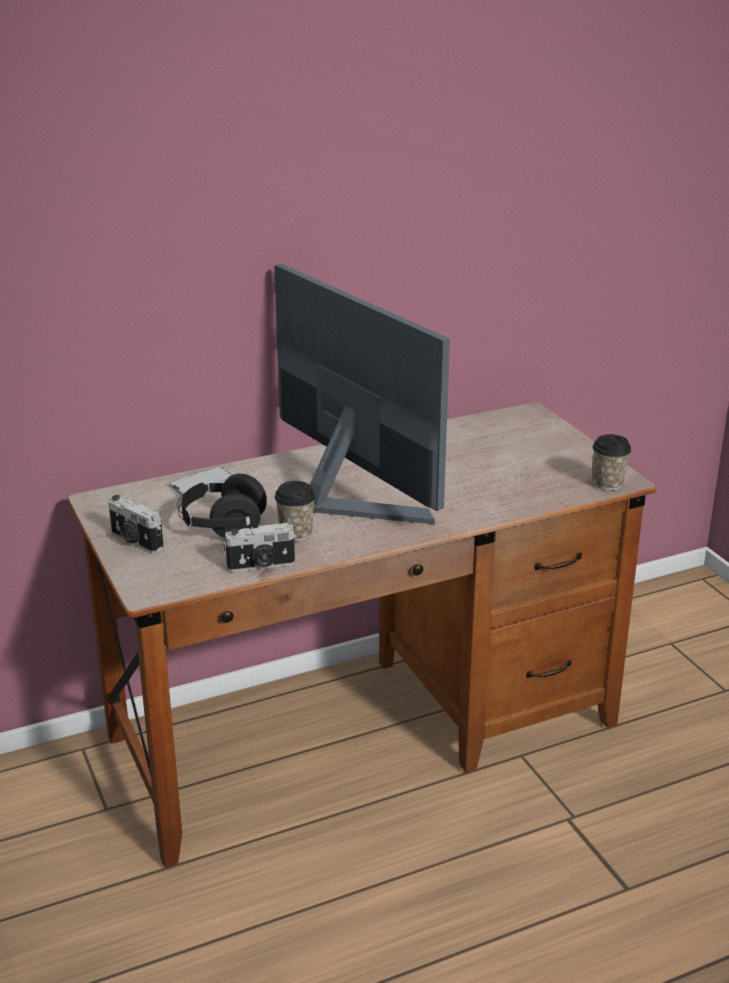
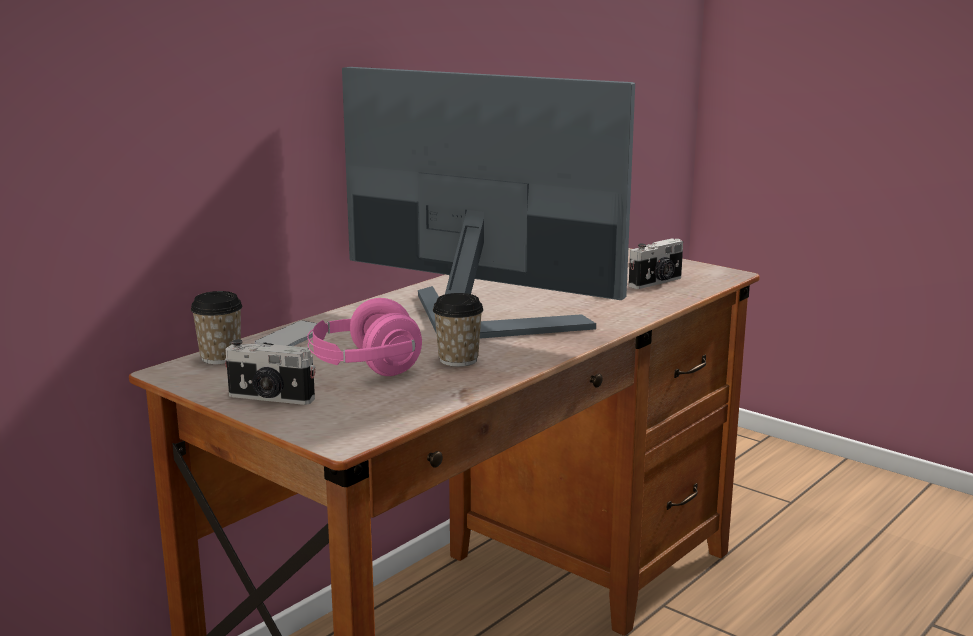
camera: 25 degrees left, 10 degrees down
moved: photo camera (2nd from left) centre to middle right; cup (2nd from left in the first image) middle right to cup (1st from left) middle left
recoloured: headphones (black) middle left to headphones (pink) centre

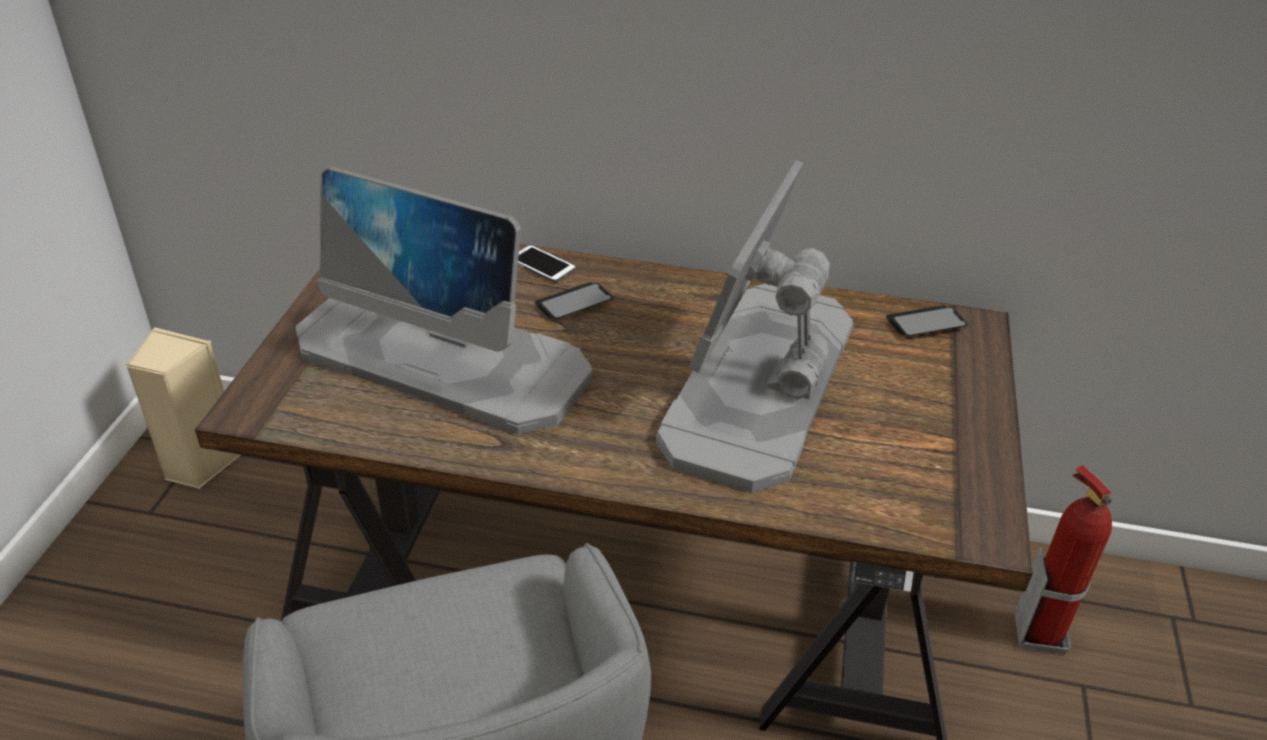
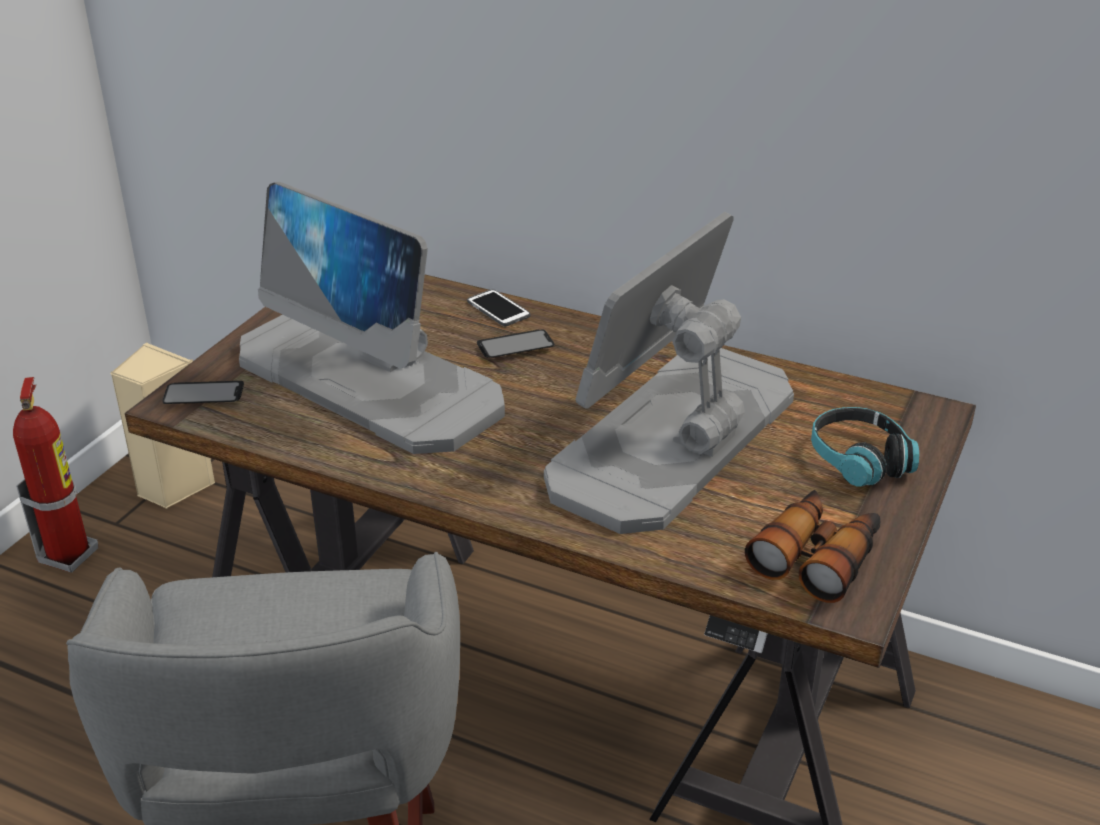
camera: 15 degrees right, 5 degrees down
added: binoculars middle right; headphones middle right
moved: phone (3rd from left in the first image) middle right to phone (1st from left) middle left; fire extinguisher bottom right to middle left

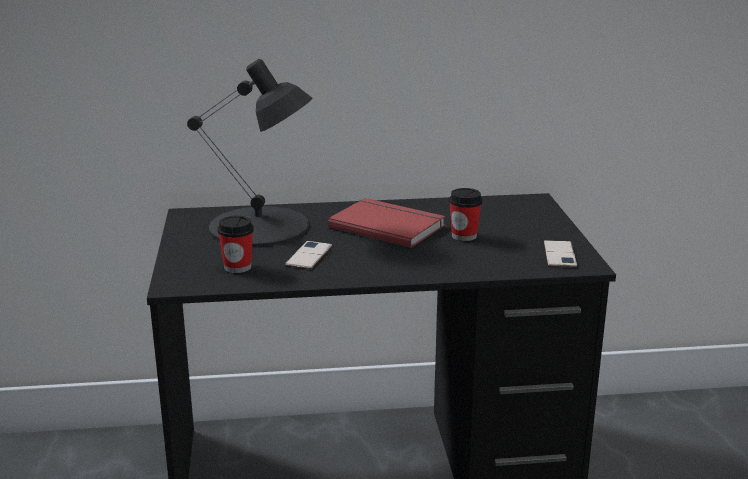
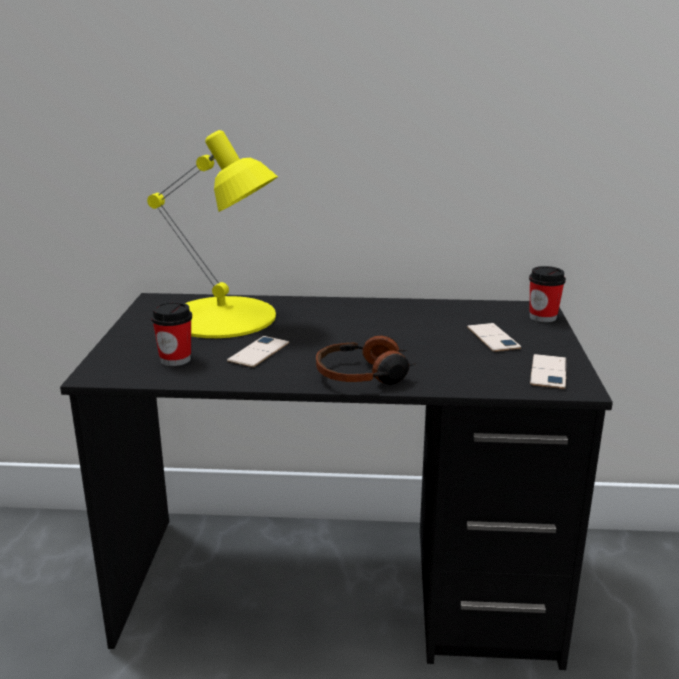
camera: 10 degrees right, 0 degrees up
removed: book (red) centre
added: headphones centre; phone (2nd from left) middle right
moved: cup (2nd from left) centre to middle right
recoloured: table lamp (black) top centre to table lamp (yellow) middle left

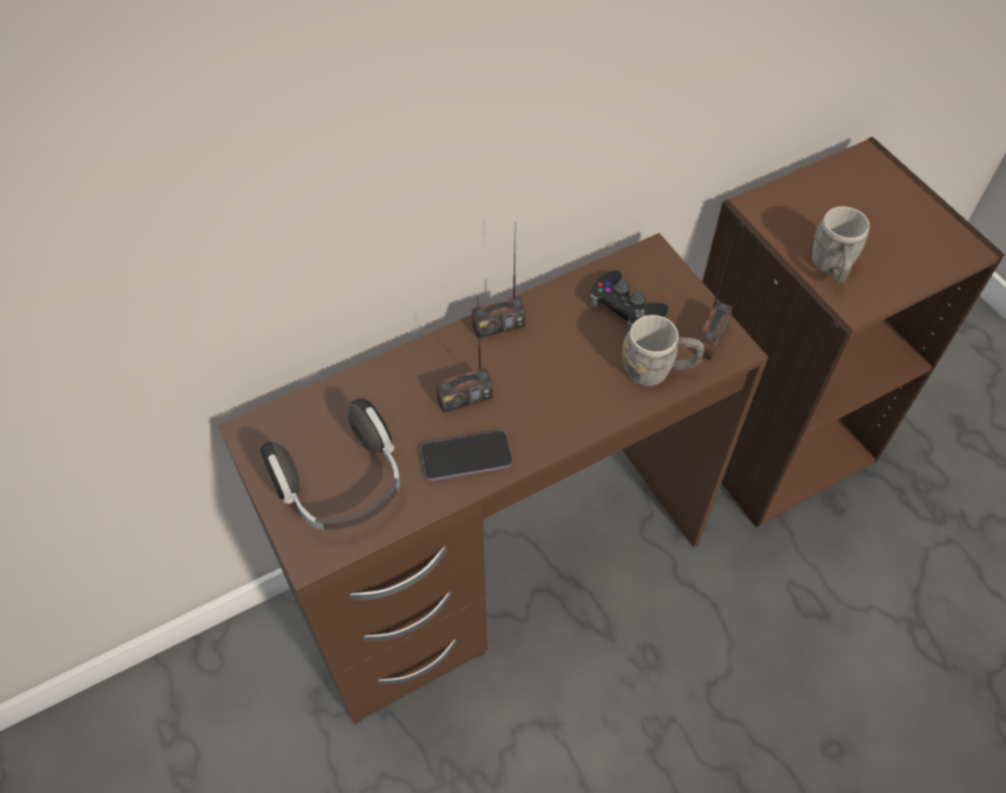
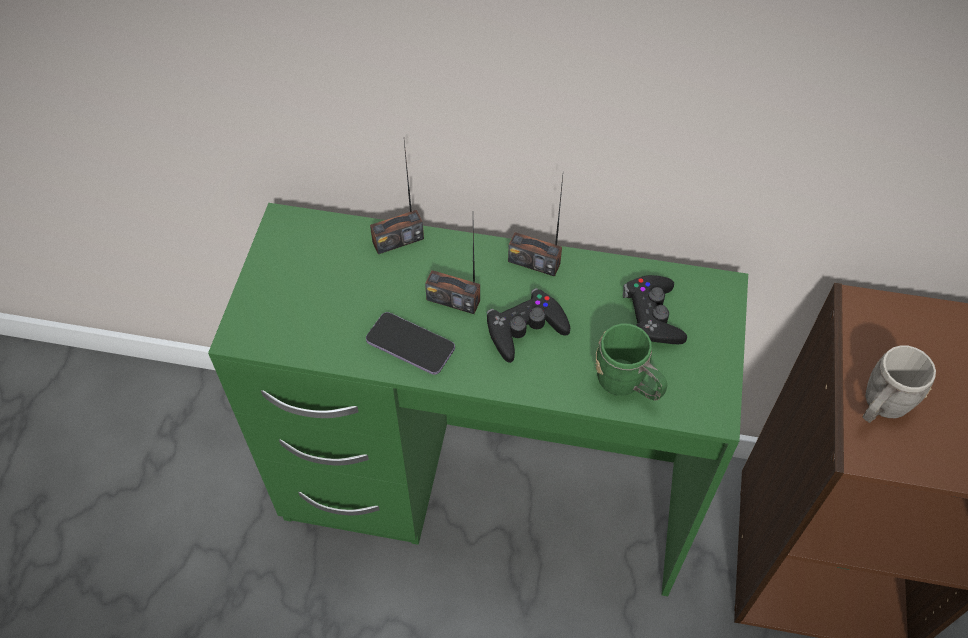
camera: 40 degrees right, 0 degrees up
removed: headphones middle left
added: game controller (black) (1st from left) centre
moved: radio (3rd from left in the first image) middle right to radio (1st from left) top centre
recoloured: desk (brown) centre to desk (green) centre; mug (grey) (1st from left) centre to mug (green) centre

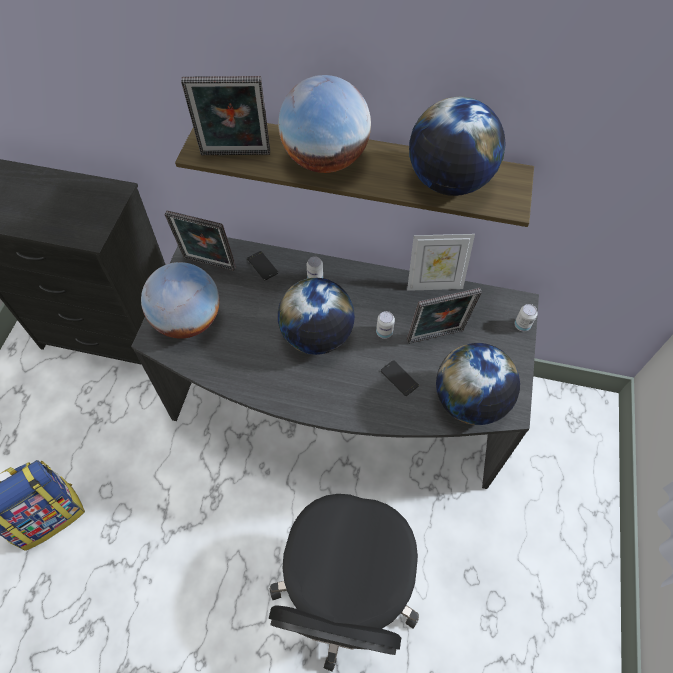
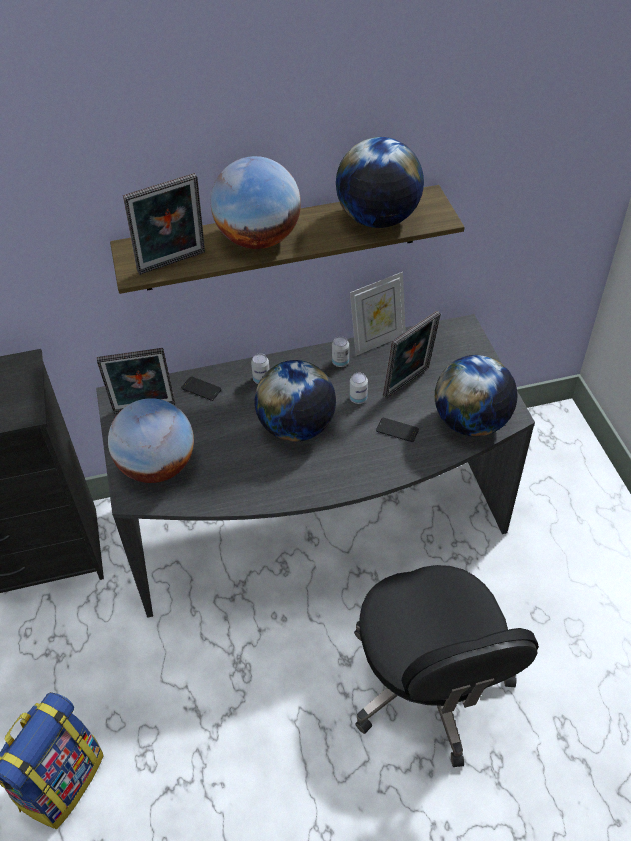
camera: 25 degrees left, 10 degrees down
moved: can (3rd from left in the first image) middle right to can (2nd from left) centre

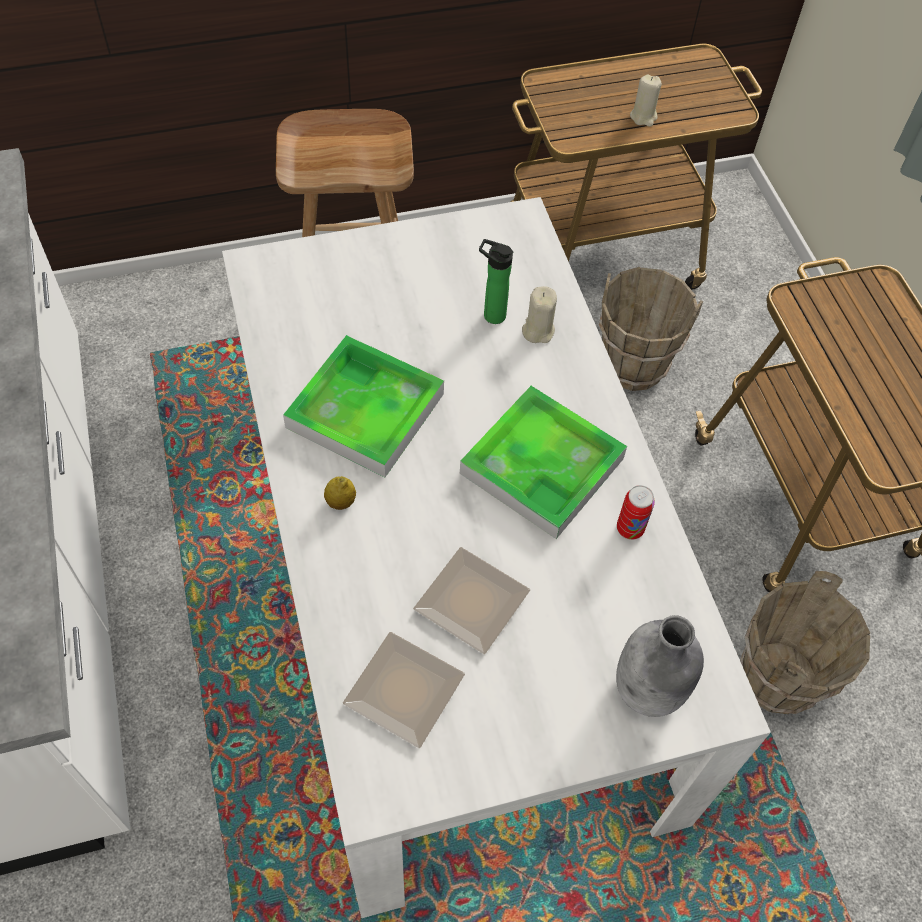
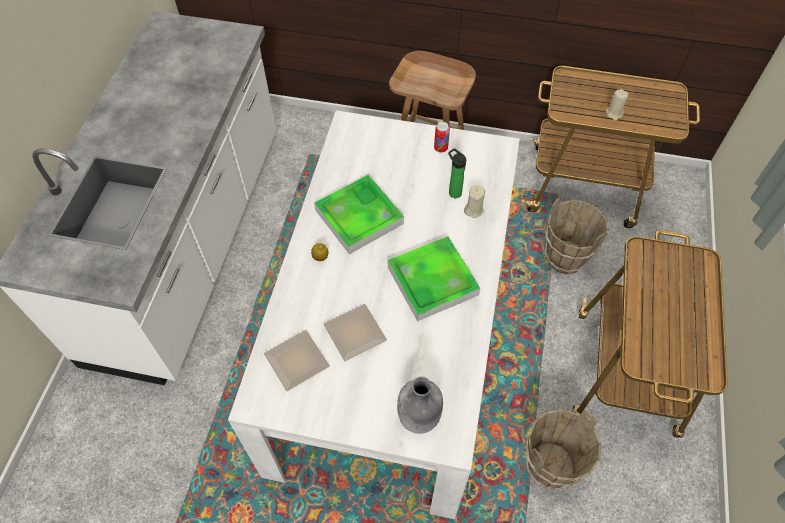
camera: 30 degrees right, 0 degrees up
moved: can middle right to top centre

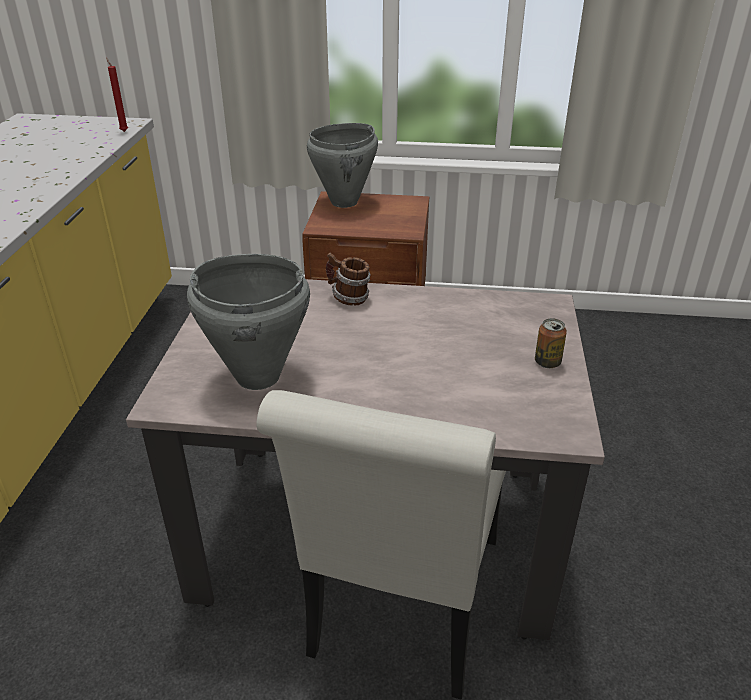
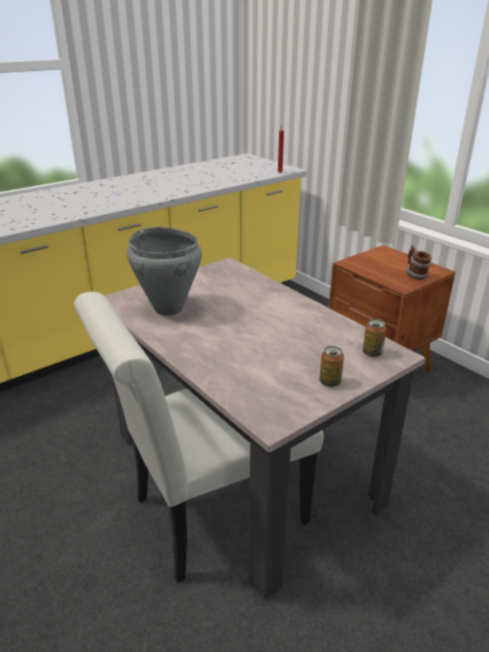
camera: 45 degrees right, 5 degrees down
removed: cooking pot (grey) (2nd from left) top centre
added: can (2nd from left) middle right
moved: mug centre to middle right

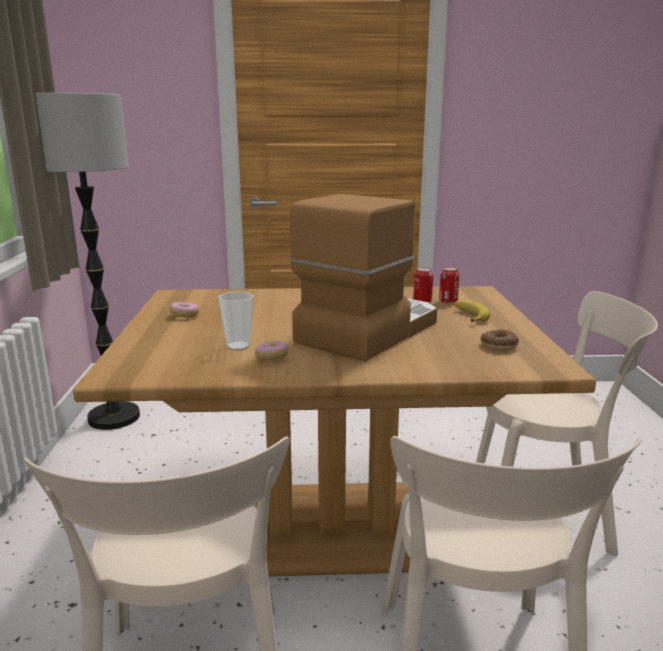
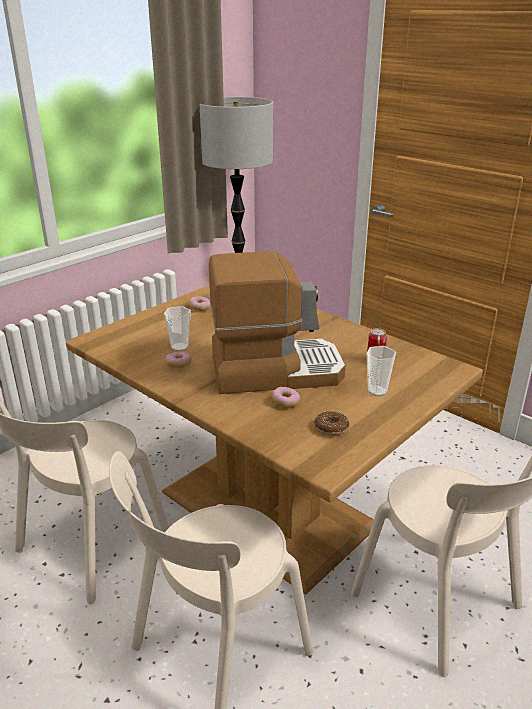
camera: 45 degrees right, 10 degrees up
removed: can (2nd from left) middle right
added: donut (3rd from left) centre
replaced: banana middle right to cup (2nd from left) middle right

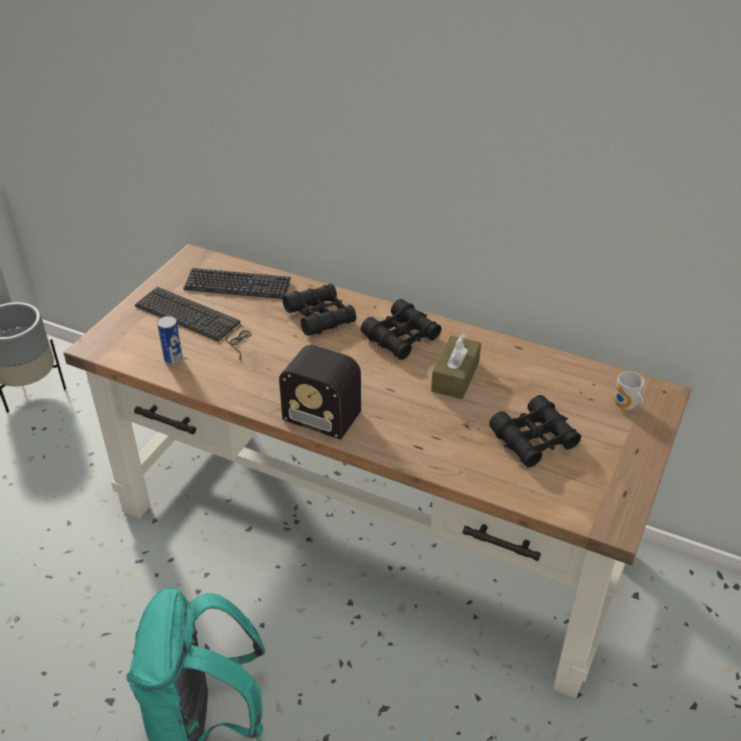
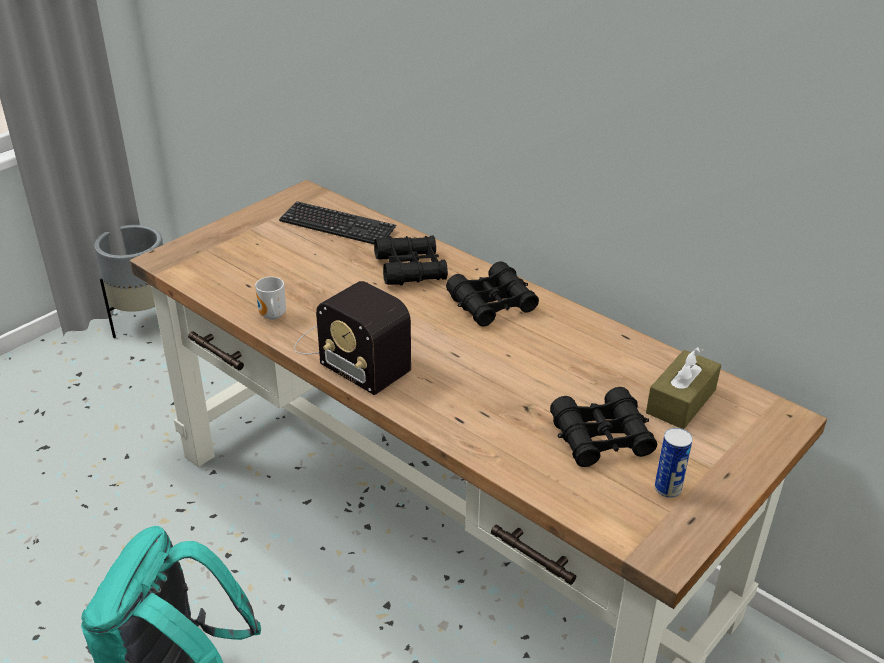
camera: 15 degrees right, 5 degrees down
removed: keyboard (1st from left) middle left
moved: can middle left to bottom right; tissue box (brown) centre to middle right; mug middle right to middle left

